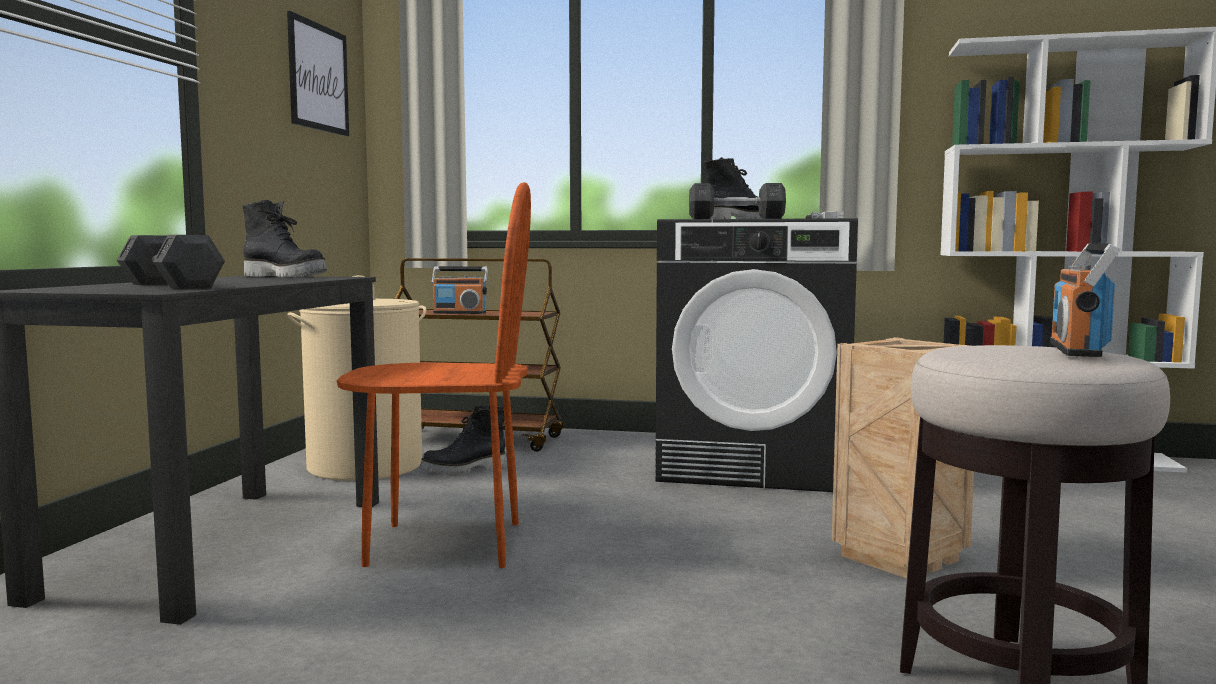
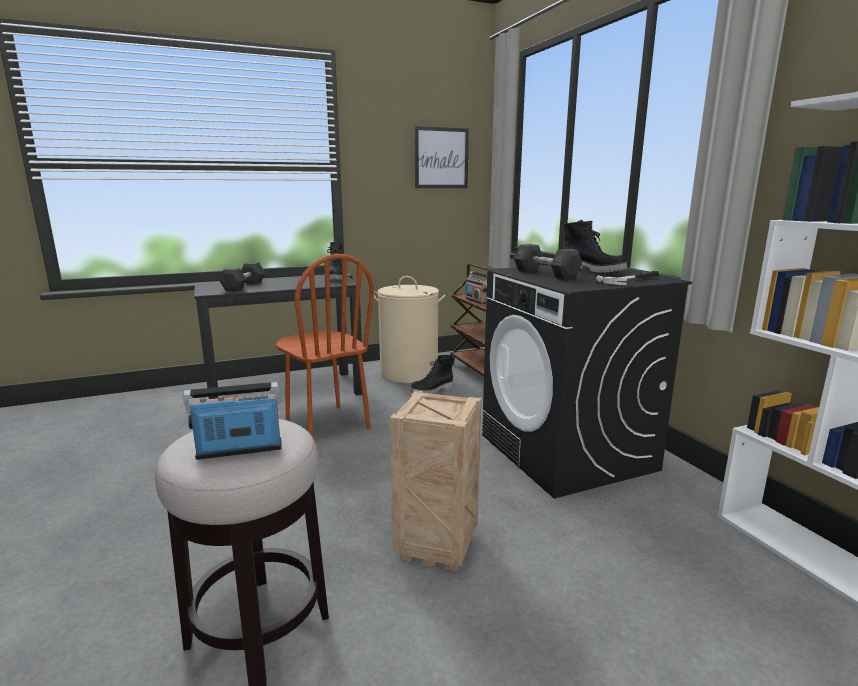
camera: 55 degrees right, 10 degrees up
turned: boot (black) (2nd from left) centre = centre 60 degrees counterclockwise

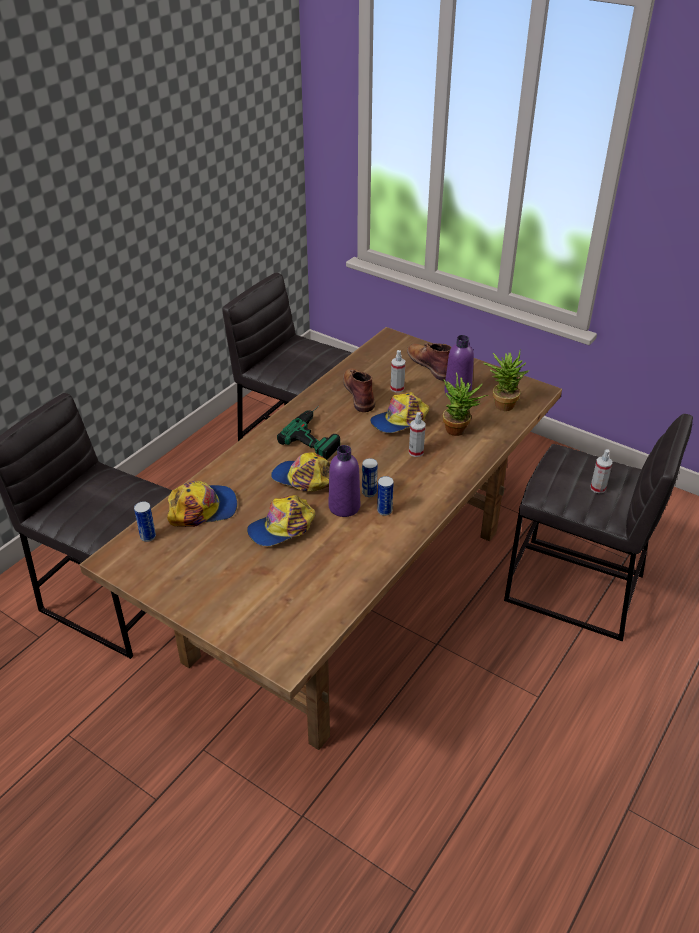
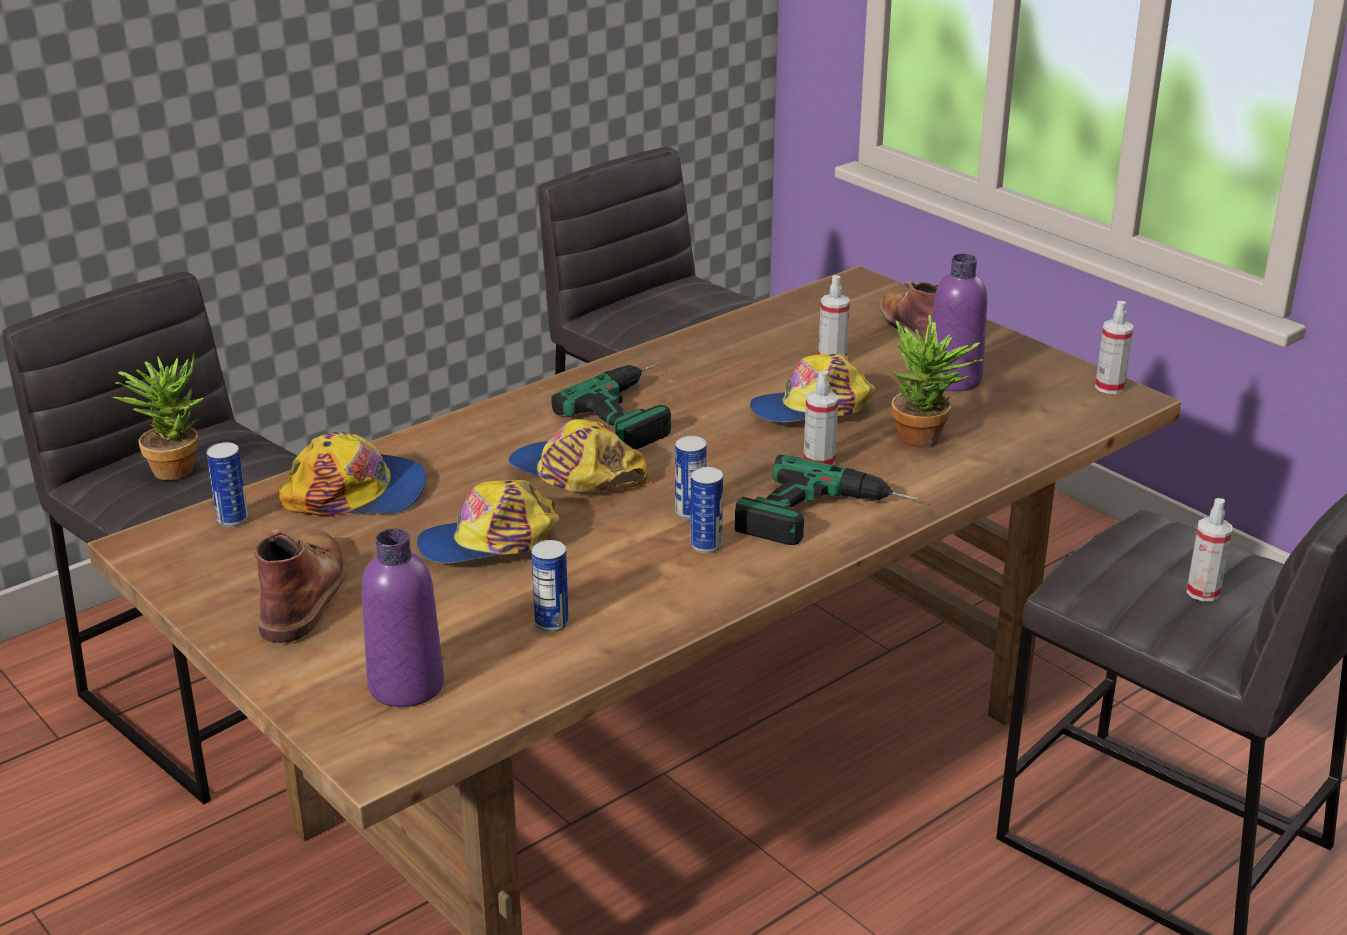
camera: 15 degrees right, 10 degrees down
added: can (2nd from left) centre; power drill (2nd from left) centre; spray bottle (3rd from left) middle right
moved: bottle (purple) (1st from left) centre to middle left; boot (brown) (1st from left) centre to middle left; potted plant (2nd from left in the first image) middle right to potted plant (1st from left) middle left

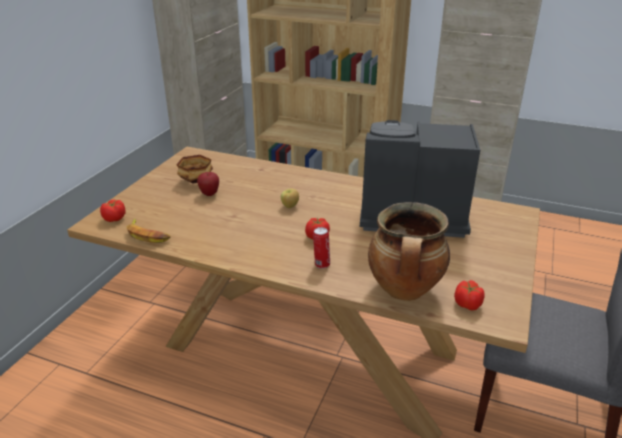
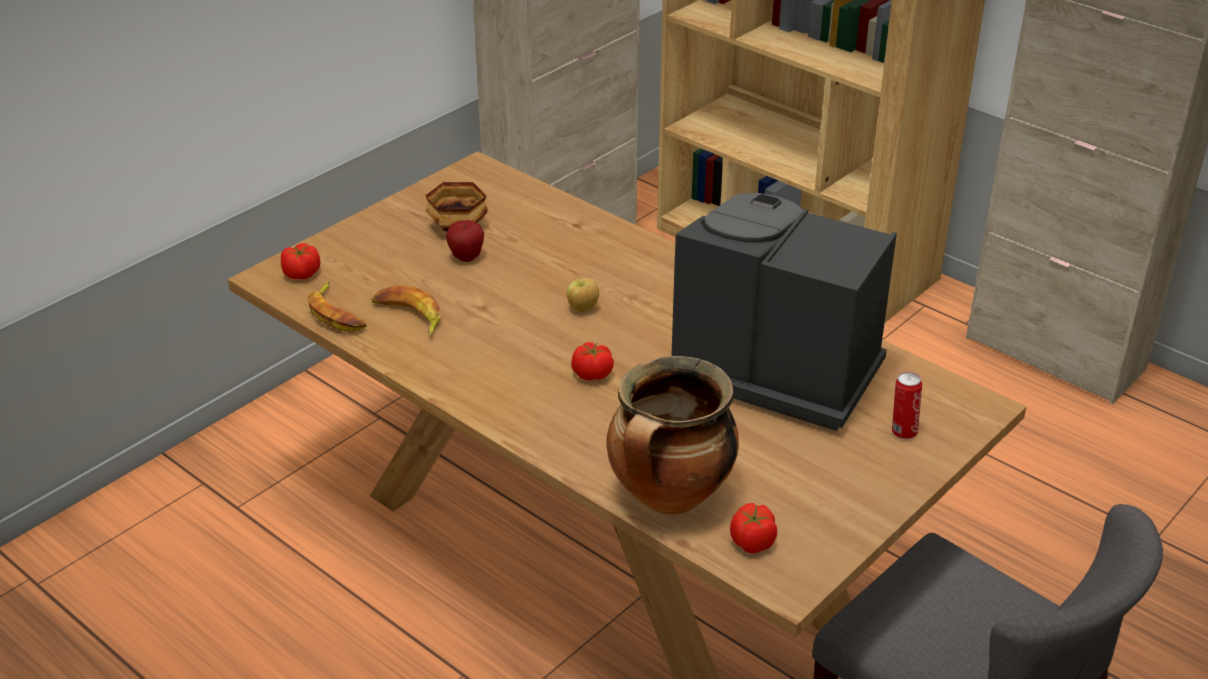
camera: 20 degrees right, 5 degrees up
added: banana (2nd from left) centre
moved: can centre to middle right

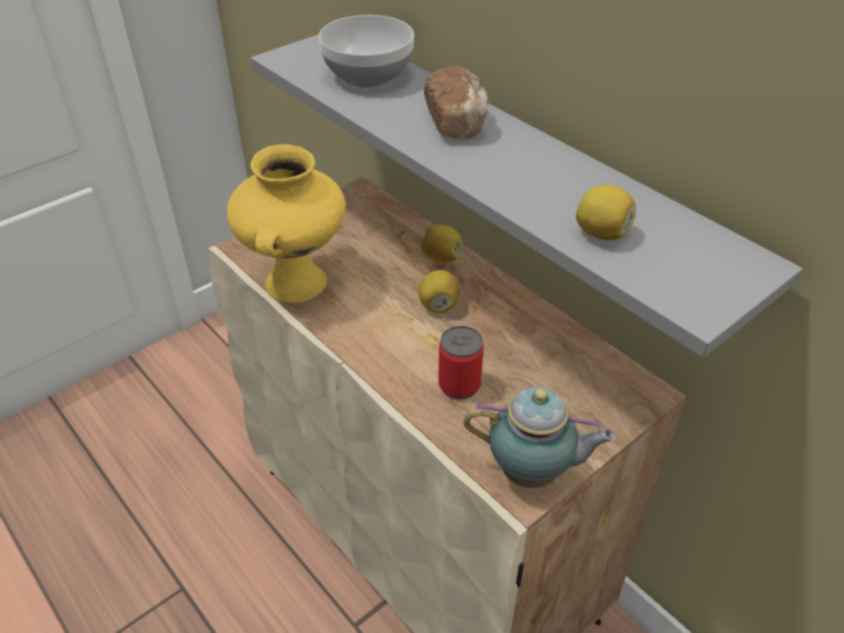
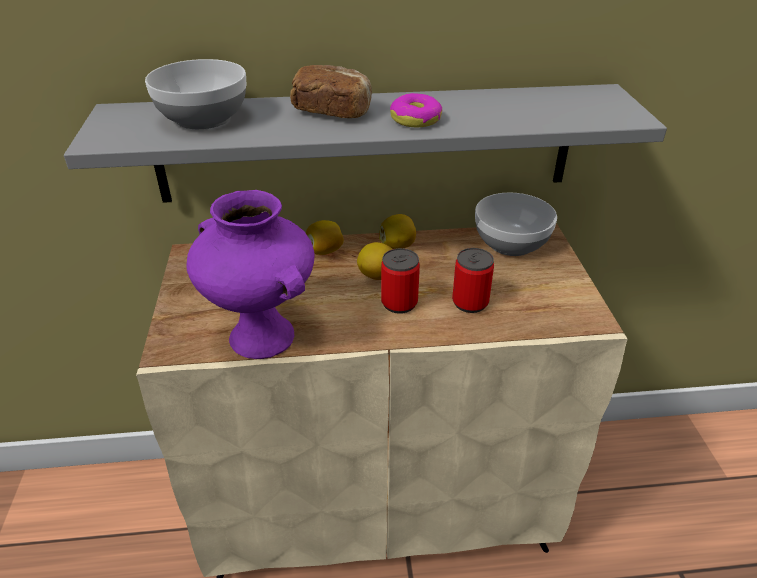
camera: 55 degrees left, 5 degrees down
removed: teapot bottom centre
added: can (1st from left) centre; donut top centre; bowl (2nd from left) middle right
moved: lemon (3rd from left) middle right to centre
recoloured: vase (yellow) centre to vase (purple) middle left

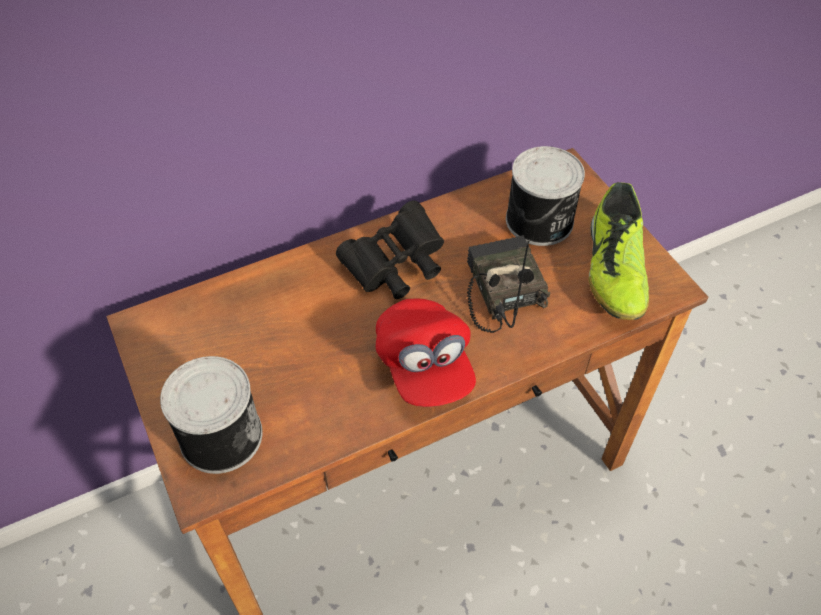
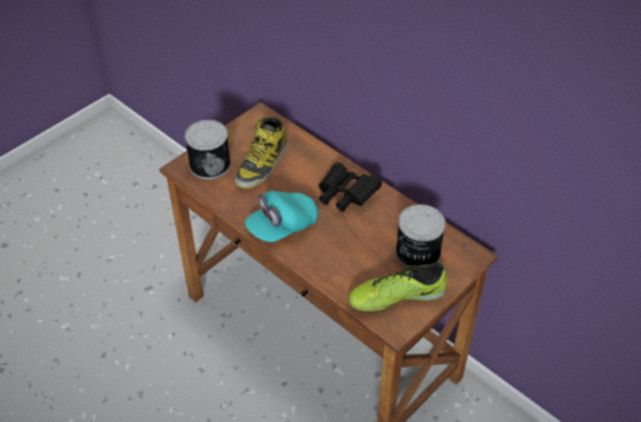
camera: 70 degrees right, 5 degrees down
removed: radio centre
added: boot centre
recoloured: cap (red) centre to cap (turquoise) centre

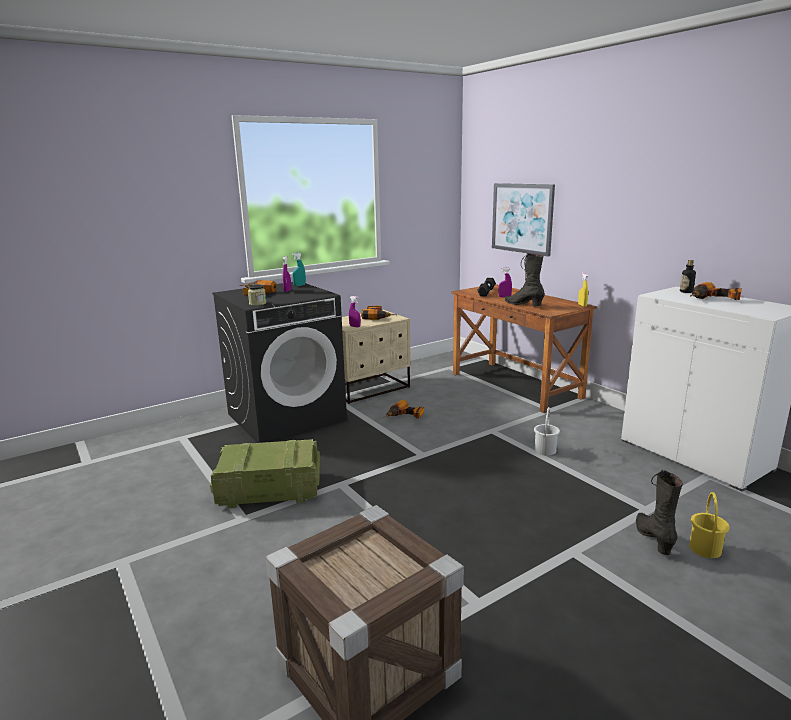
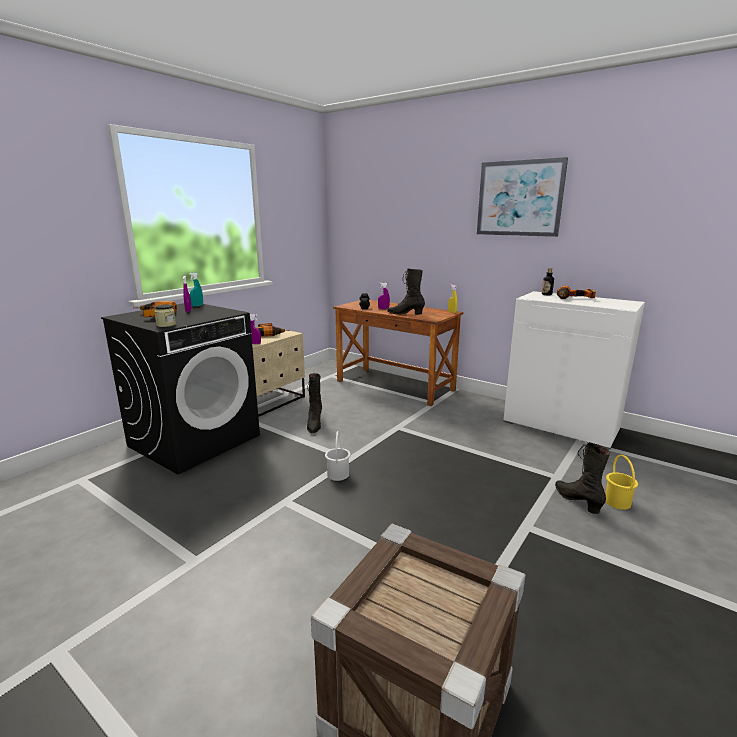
camera: 20 degrees left, 0 degrees up
removed: crate (1st from left) centre
moved: picture top centre to top right; bucket (white) middle right to centre
replaced: power drill (3rd from left) centre to boot (black) (1st from left) centre

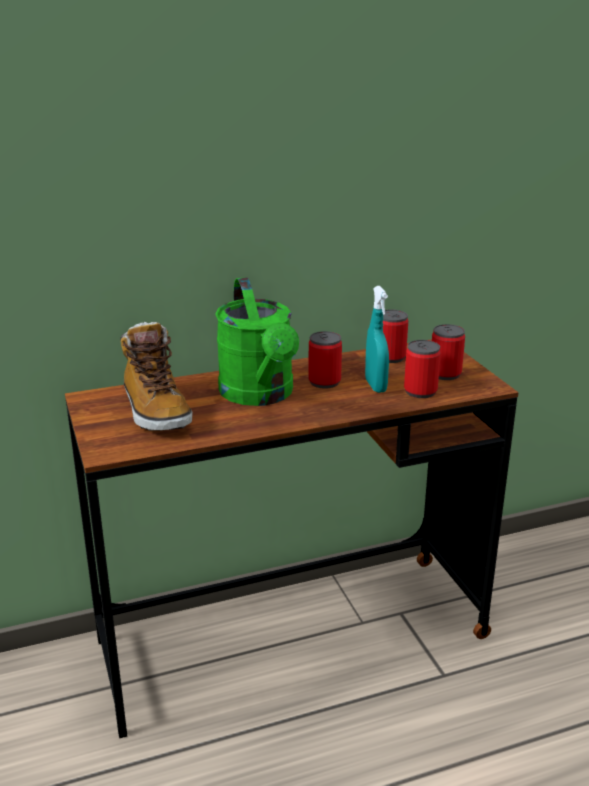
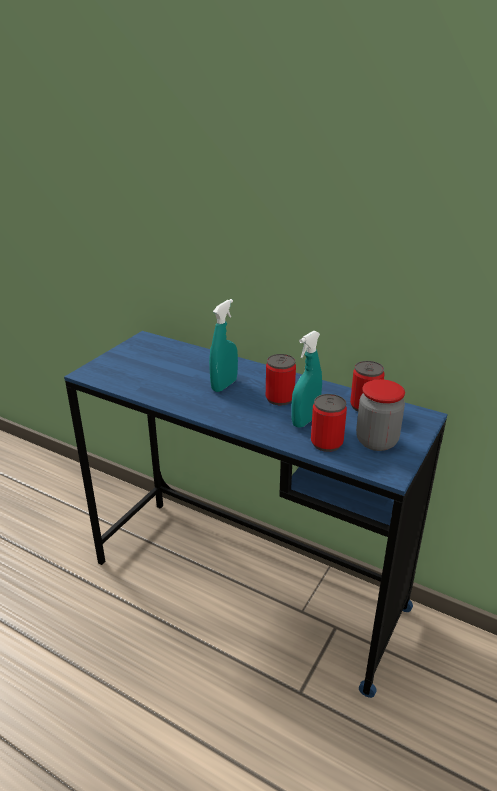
camera: 50 degrees right, 5 degrees up
removed: boot middle left
replaced: watering can (green) centre to spray bottle (turquoise) (1st from left) centre; can (4th from left) middle right to jar middle right
recoloured: desk (brown) bottom centre to desk (blue) centre

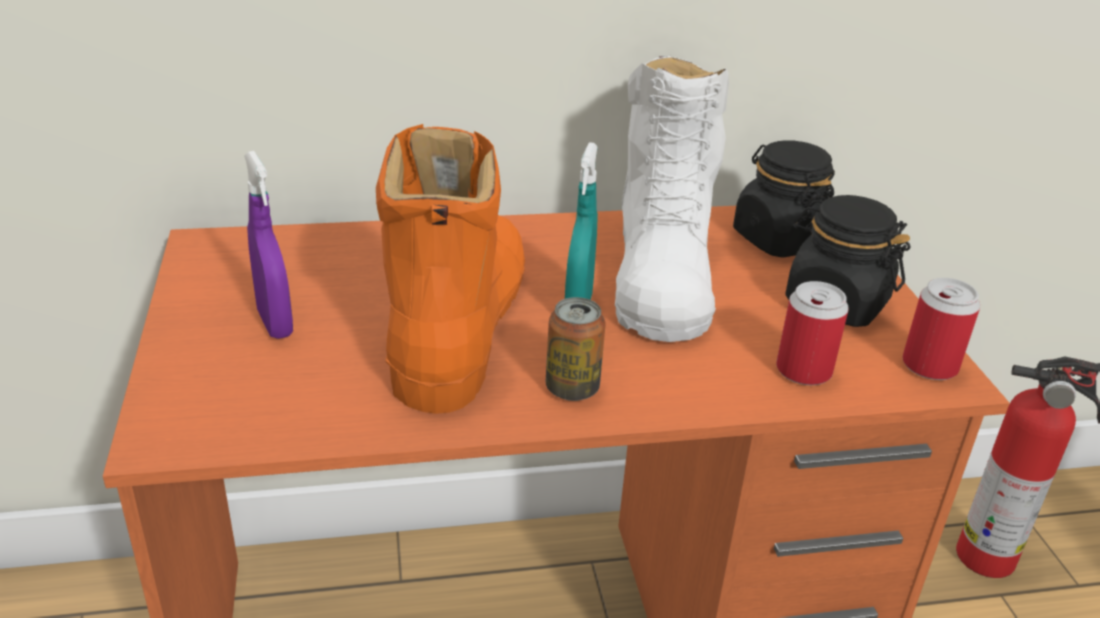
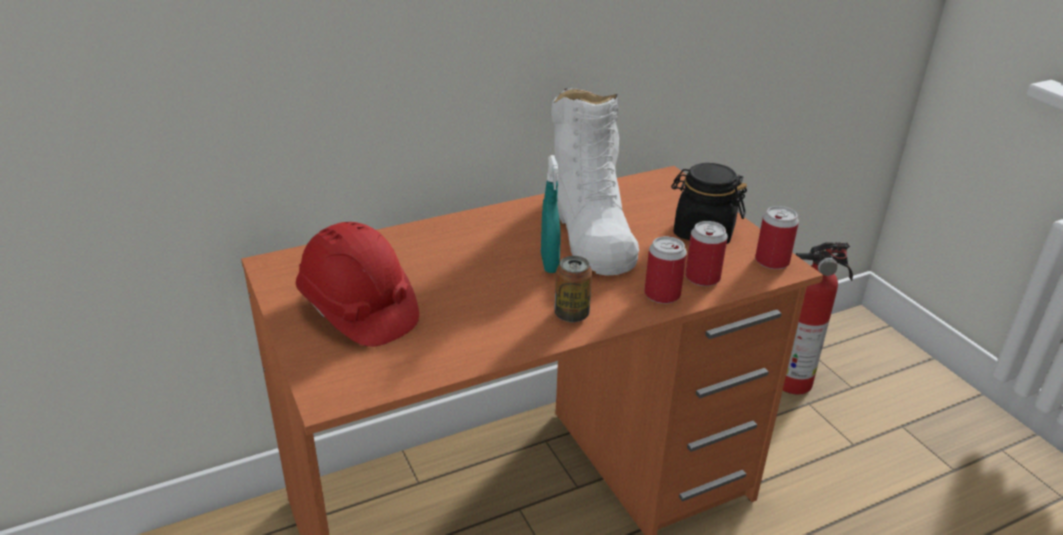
camera: 15 degrees left, 0 degrees up
removed: boot (orange) centre; jar (black) (1st from left) top right
added: can (2nd from left) centre
replaced: spray bottle (purple) middle left to hard hat (red) centre

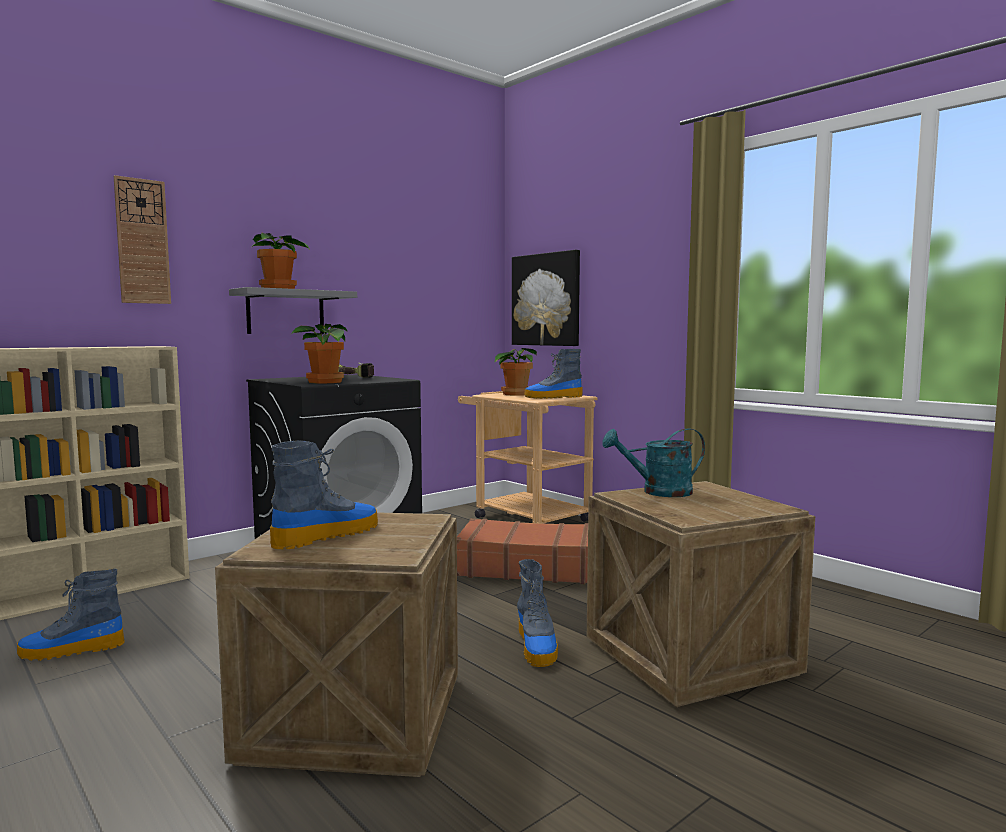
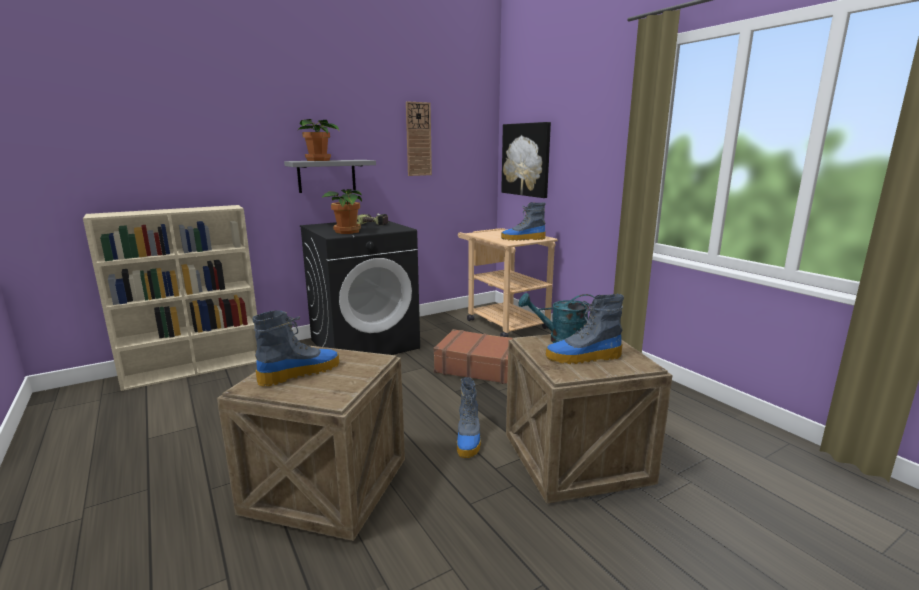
camera: 10 degrees right, 10 degrees up
removed: potted plant (3rd from left) centre
moved: boot (1st from left in the first image) bottom left to boot (4th from left) centre; wall clock top left to top centre

